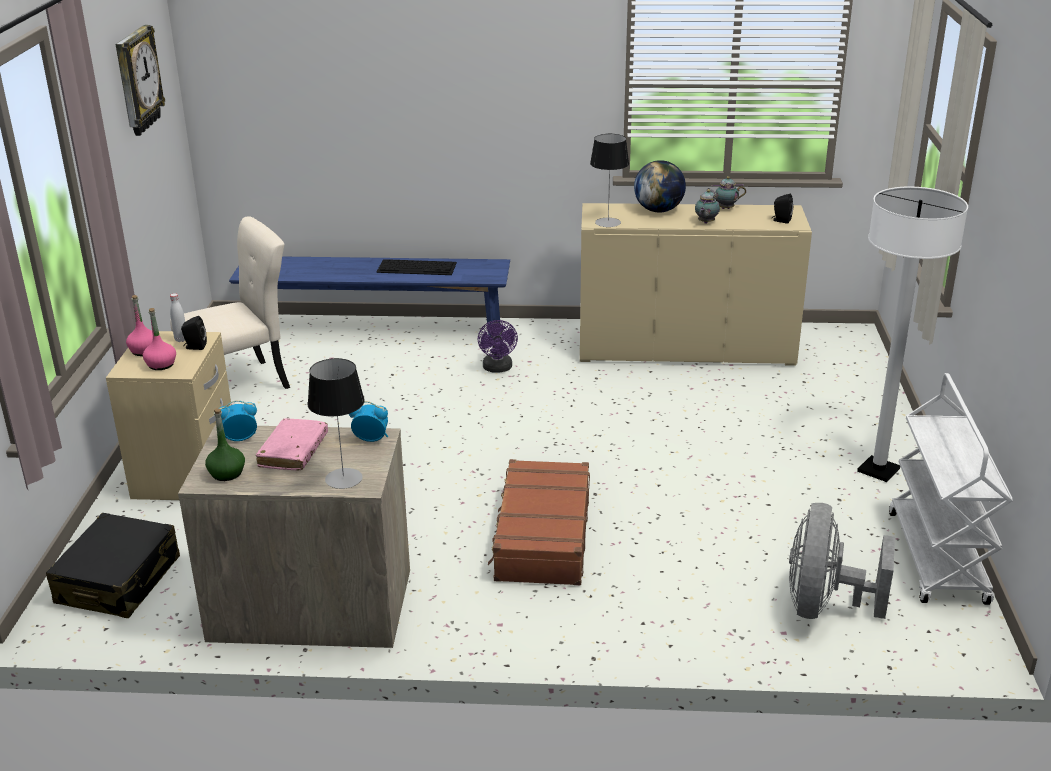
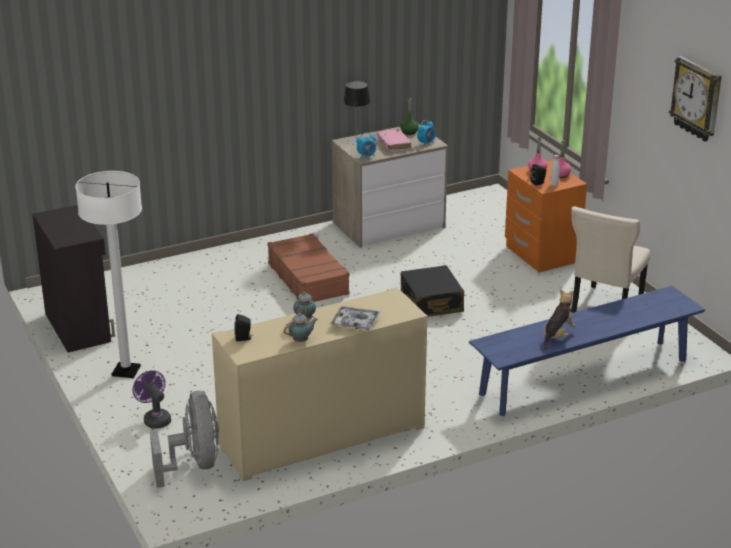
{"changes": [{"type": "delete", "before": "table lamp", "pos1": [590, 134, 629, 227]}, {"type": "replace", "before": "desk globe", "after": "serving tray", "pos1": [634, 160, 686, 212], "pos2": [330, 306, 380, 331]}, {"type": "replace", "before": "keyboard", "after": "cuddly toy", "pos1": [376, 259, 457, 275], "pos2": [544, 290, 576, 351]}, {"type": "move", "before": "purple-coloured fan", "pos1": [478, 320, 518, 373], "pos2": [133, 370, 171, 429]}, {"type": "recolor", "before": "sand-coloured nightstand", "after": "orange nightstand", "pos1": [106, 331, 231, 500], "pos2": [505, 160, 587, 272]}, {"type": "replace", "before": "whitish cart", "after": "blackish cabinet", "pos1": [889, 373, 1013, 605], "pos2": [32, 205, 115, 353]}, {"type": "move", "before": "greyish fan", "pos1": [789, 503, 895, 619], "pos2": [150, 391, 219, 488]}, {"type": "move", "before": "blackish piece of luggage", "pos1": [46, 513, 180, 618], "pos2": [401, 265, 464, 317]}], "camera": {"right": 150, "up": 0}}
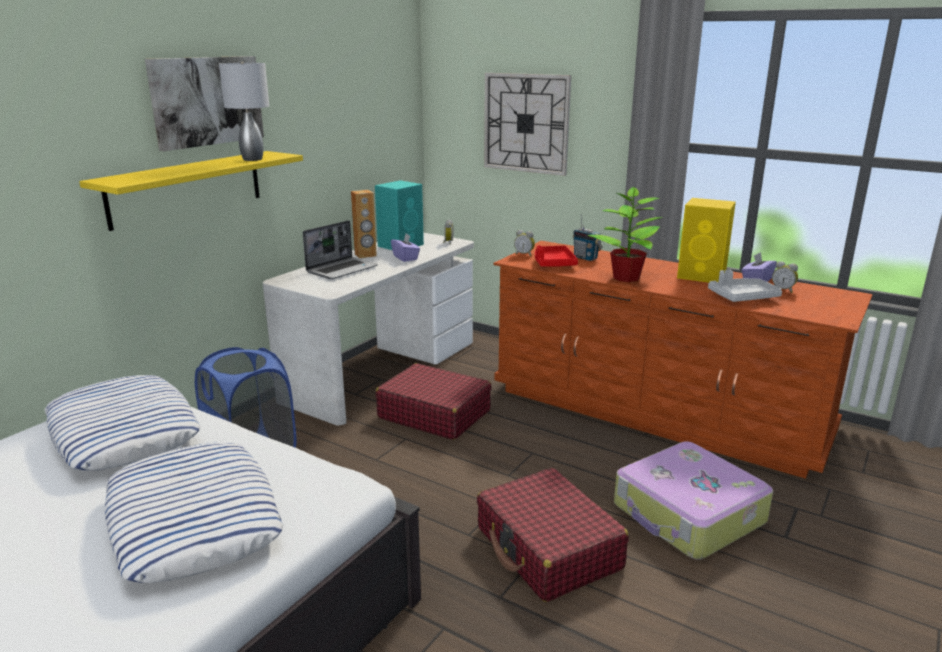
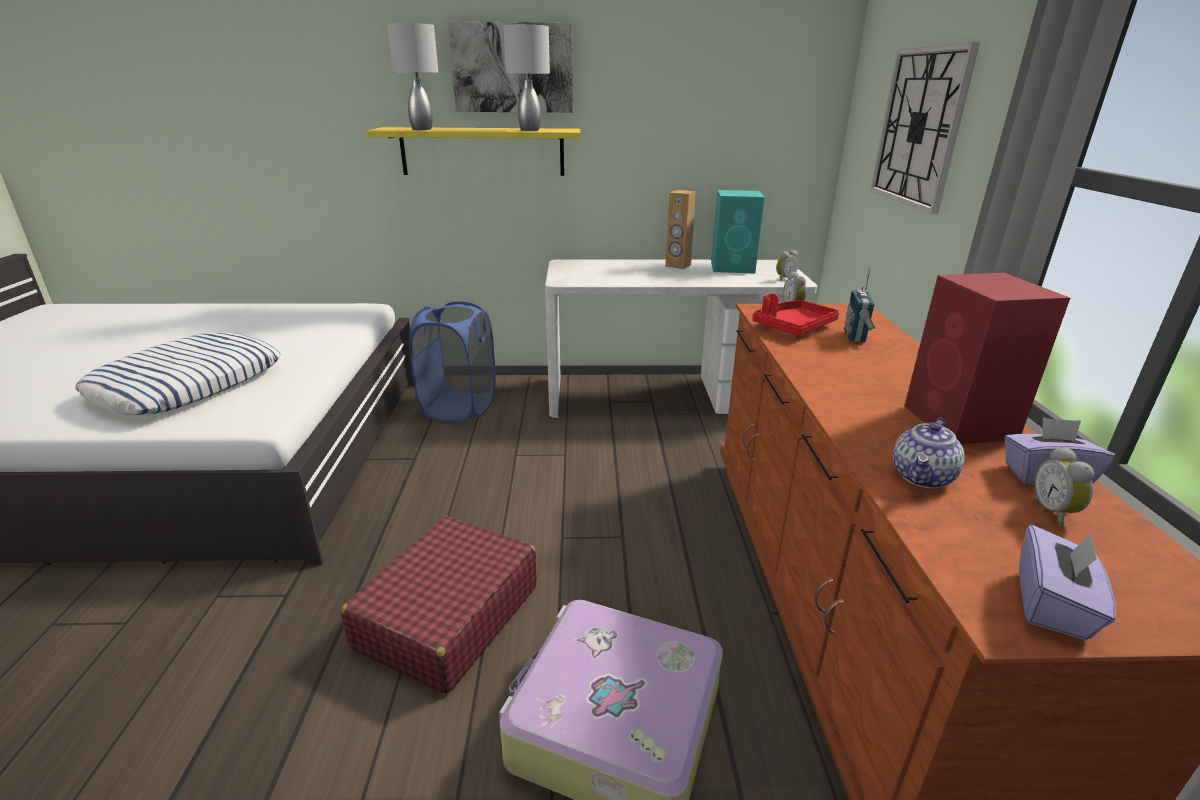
{"changes": [{"type": "delete", "before": "houseplant", "pos1": [587, 187, 663, 282]}, {"type": "recolor", "before": "yellow-coloured speaker", "after": "red-coloured speaker", "pos1": [677, 198, 736, 283], "pos2": [904, 273, 1070, 444]}, {"type": "delete", "before": "notebook computer", "pos1": [303, 220, 378, 279]}, {"type": "move", "before": "purple-coloured tissue box", "pos1": [391, 234, 420, 262], "pos2": [1019, 525, 1116, 640]}, {"type": "replace", "before": "greyish serving tray", "after": "tea pot", "pos1": [708, 270, 782, 302], "pos2": [893, 417, 965, 489]}, {"type": "delete", "before": "red-coloured piece of luggage", "pos1": [376, 363, 492, 440]}, {"type": "delete", "before": "cushion", "pos1": [44, 375, 200, 470]}, {"type": "insert", "after": "greyish table lamp", "pos2": [387, 23, 438, 130]}], "camera": {"right": 55, "up": 5}}
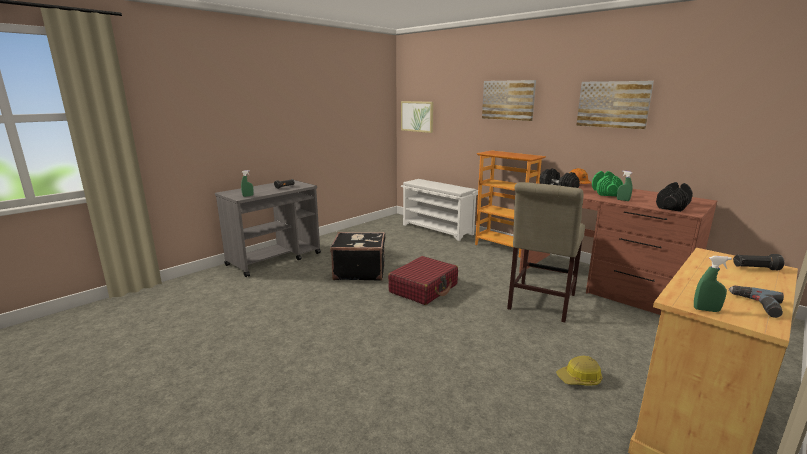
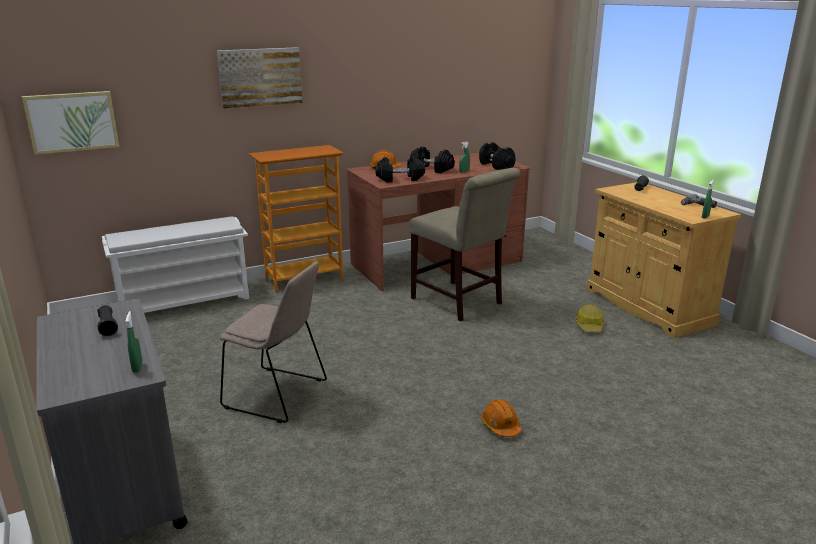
{"changes": [{"type": "delete", "before": "wall picture", "pos1": [576, 81, 654, 129]}, {"type": "recolor", "before": "greenish hand weight", "after": "blackish hand weight", "pos1": [592, 171, 623, 196], "pos2": [410, 146, 455, 173]}, {"type": "replace", "before": "blackish piece of luggage", "after": "sand-coloured upright chair", "pos1": [330, 232, 386, 281], "pos2": [219, 261, 327, 423]}, {"type": "delete", "before": "red-coloured piece of luggage", "pos1": [388, 256, 458, 305]}, {"type": "insert", "after": "orange safety helmet", "pos2": [481, 399, 522, 437]}], "camera": {"right": -70, "up": 5}}
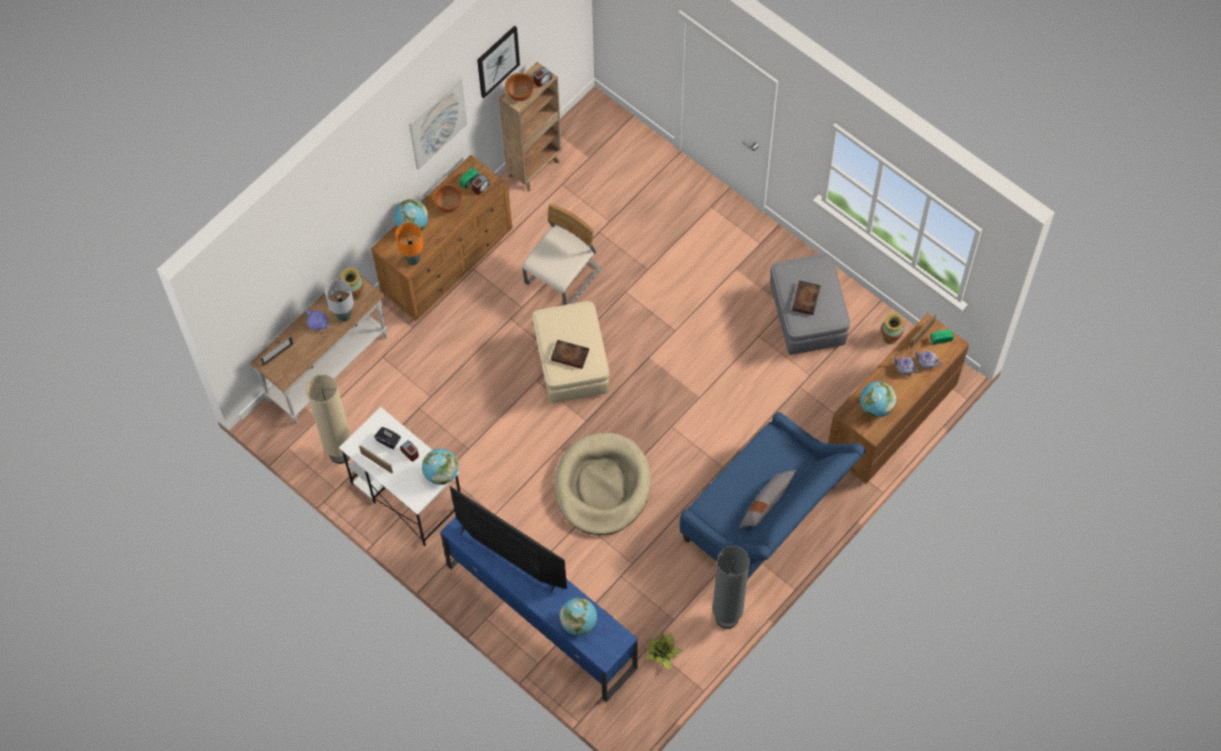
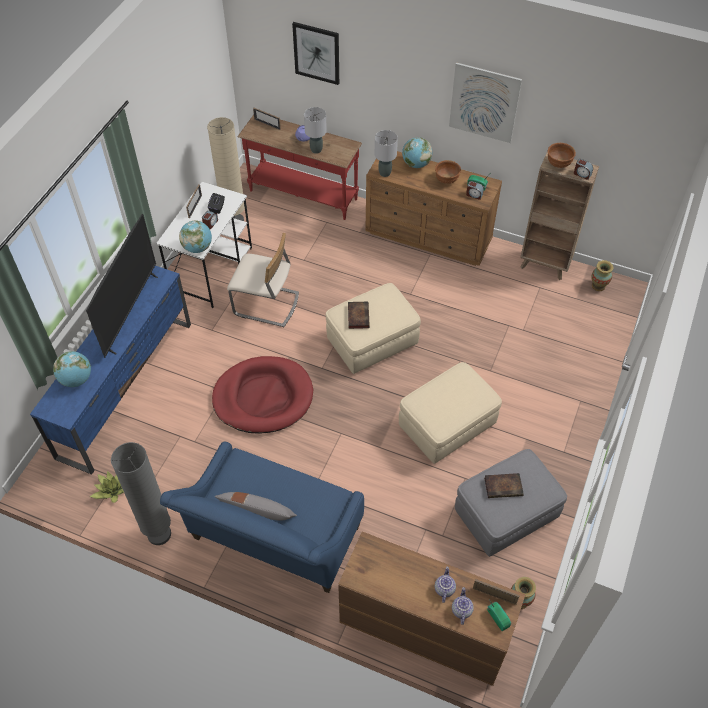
{"changes": [{"type": "move", "before": "wall picture", "pos1": [477, 25, 520, 98], "pos2": [292, 22, 339, 85]}, {"type": "move", "before": "sand-coloured upright chair", "pos1": [522, 204, 601, 305], "pos2": [227, 233, 299, 327]}, {"type": "recolor", "before": "orange table lamp", "after": "greyish table lamp", "pos1": [396, 223, 423, 265], "pos2": [375, 130, 398, 177]}, {"type": "move", "before": "flower vase", "pos1": [340, 268, 364, 300], "pos2": [592, 260, 613, 291]}, {"type": "recolor", "before": "whitish console table", "after": "red-coloured console table", "pos1": [250, 275, 388, 425], "pos2": [237, 115, 362, 220]}, {"type": "delete", "before": "desk globe", "pos1": [860, 381, 896, 417]}, {"type": "recolor", "before": "sand-coloured dog bed", "after": "red-coloured dog bed", "pos1": [554, 433, 651, 535], "pos2": [212, 356, 313, 434]}, {"type": "insert", "after": "sand-coloured pouffe", "pos2": [399, 362, 502, 464]}], "camera": {"right": 70, "up": -10}}
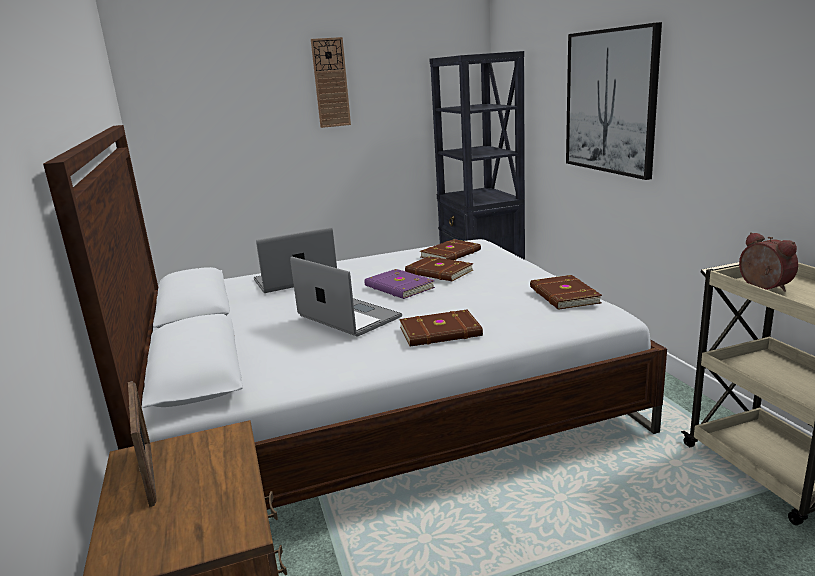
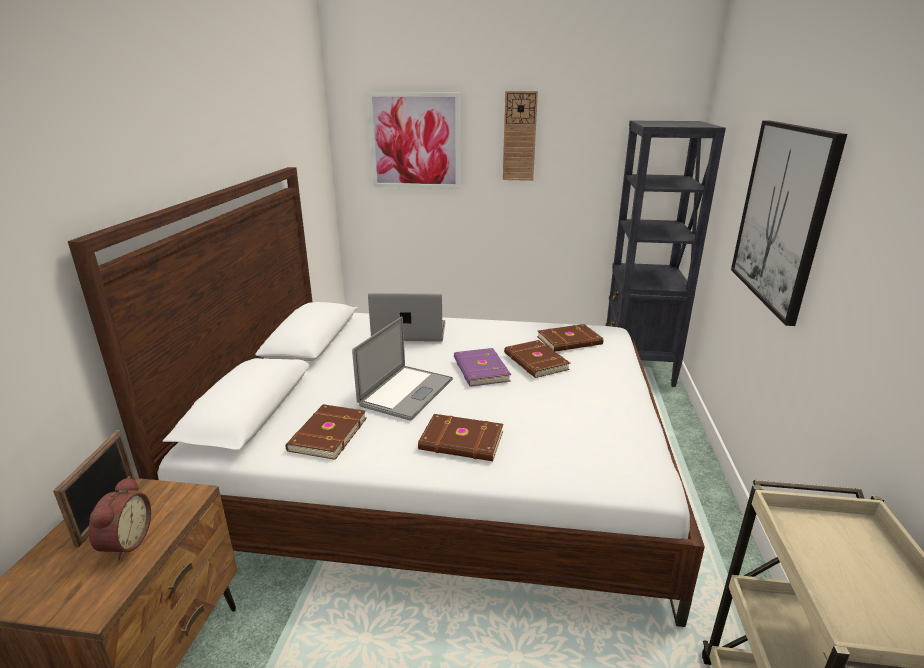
{"changes": [{"type": "move", "before": "alarm clock", "pos1": [739, 232, 798, 292], "pos2": [88, 476, 151, 561]}, {"type": "rotate", "before": "notebook computer", "pos1": [290, 257, 402, 337], "pos2": [352, 316, 453, 420], "turn": 45}, {"type": "move", "before": "brown volume", "pos1": [530, 275, 602, 310], "pos2": [286, 404, 367, 460]}, {"type": "insert", "after": "wall picture", "pos2": [367, 92, 460, 189]}], "camera": {"right": 25, "up": 5}}
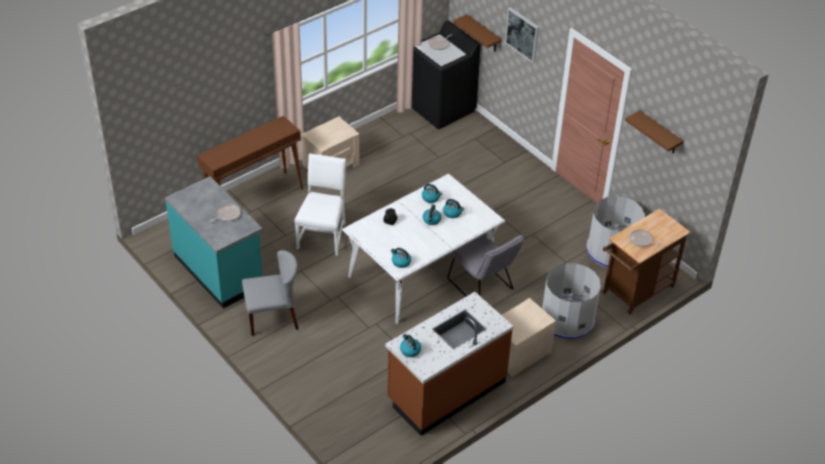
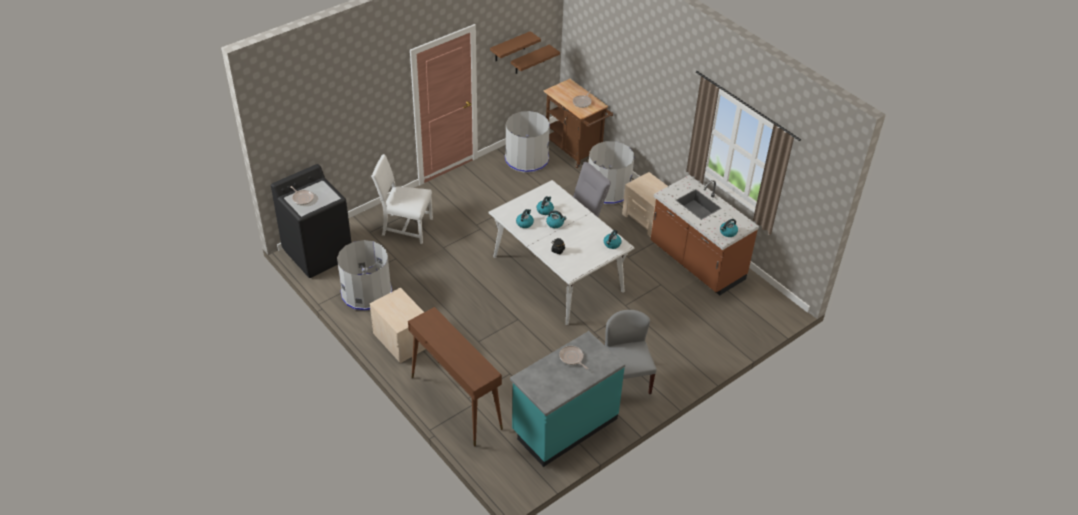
{"changes": [{"type": "delete", "before": "wall picture", "pos1": [505, 7, 539, 63]}, {"type": "move", "before": "brown shelf", "pos1": [453, 14, 502, 51], "pos2": [511, 44, 560, 74]}, {"type": "move", "before": "whitish upright chair", "pos1": [295, 153, 346, 256], "pos2": [371, 154, 433, 244]}, {"type": "insert", "after": "greyish waste bin", "pos2": [337, 240, 392, 311]}], "camera": {"right": -90, "up": 0}}
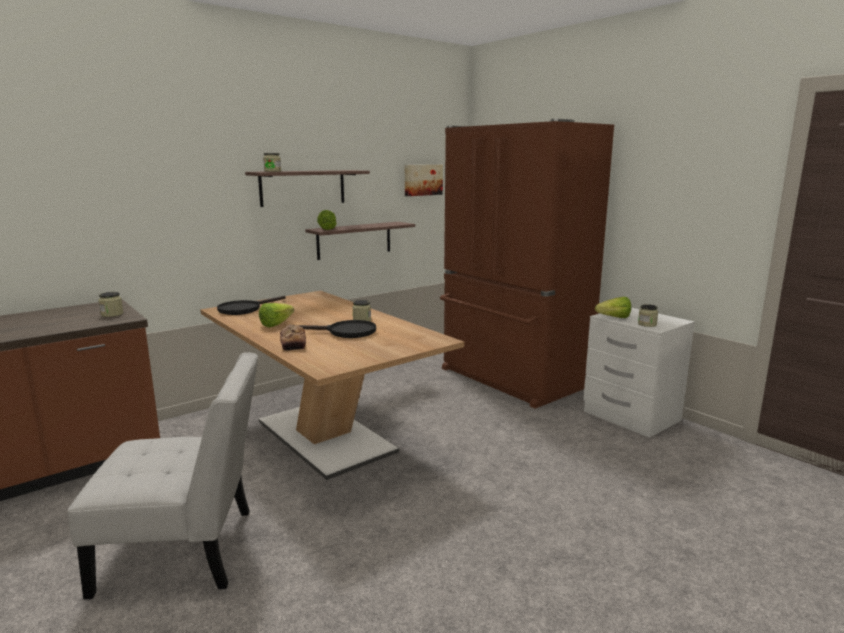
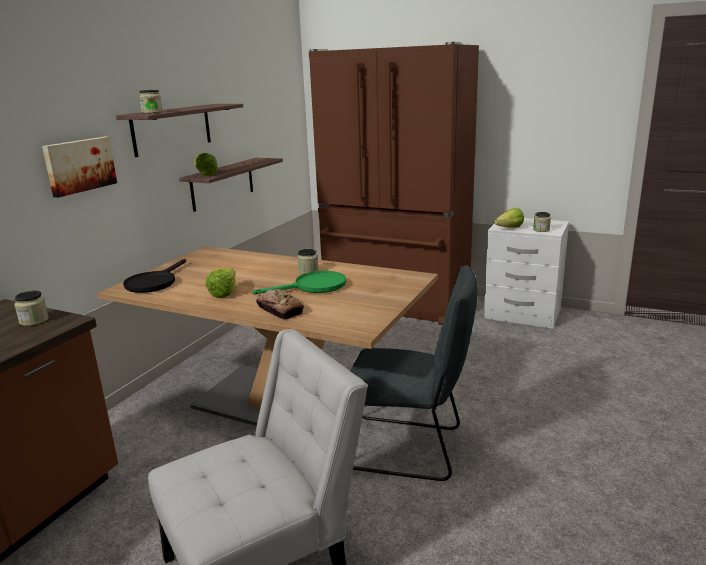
{"changes": [{"type": "move", "before": "wall picture", "pos1": [405, 165, 443, 196], "pos2": [42, 137, 117, 198]}, {"type": "recolor", "before": "blackish skillet", "after": "greenish skillet", "pos1": [293, 320, 376, 338], "pos2": [252, 271, 346, 294]}, {"type": "insert", "after": "greyish upright chair", "pos2": [350, 265, 478, 481]}], "camera": {"right": -25, "up": 5}}
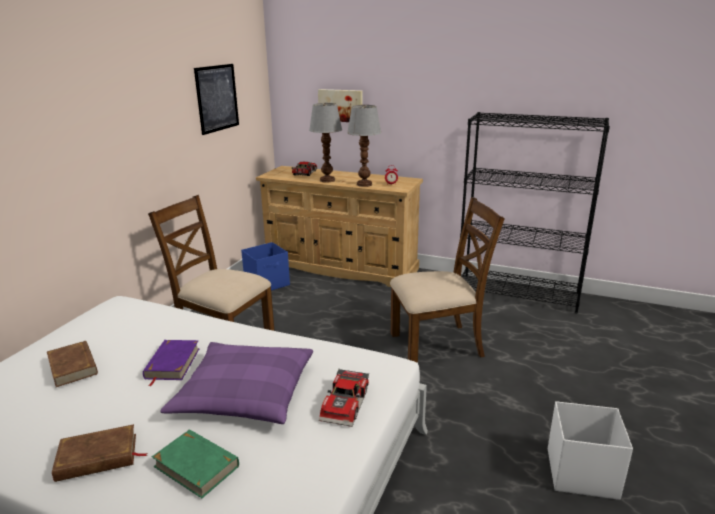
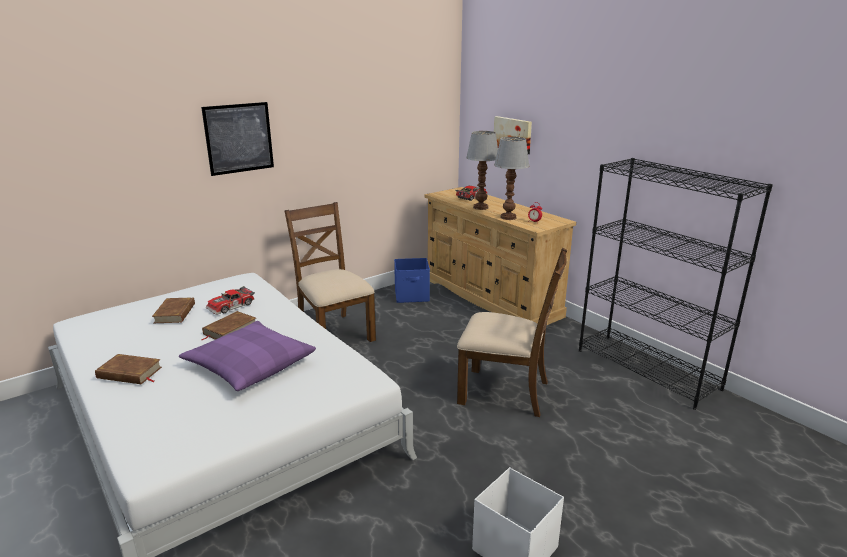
{"changes": [{"type": "move", "before": "wall picture", "pos1": [194, 64, 239, 135], "pos2": [201, 102, 274, 176]}, {"type": "recolor", "before": "purple-coloured volume", "after": "brown volume", "pos1": [143, 340, 200, 386], "pos2": [201, 311, 256, 340]}, {"type": "move", "before": "model car", "pos1": [319, 369, 369, 427], "pos2": [205, 286, 255, 315]}, {"type": "delete", "before": "greenish volume", "pos1": [152, 429, 239, 498]}], "camera": {"right": 30, "up": 0}}
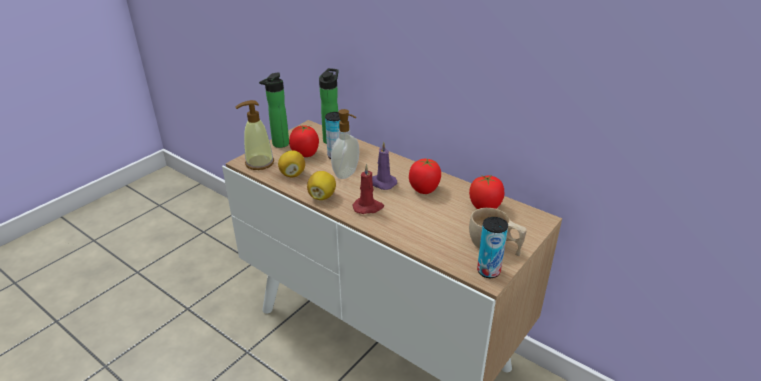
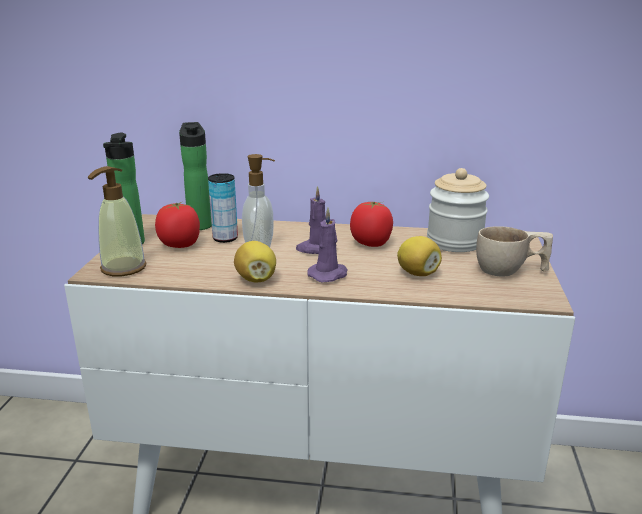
{"changes": [{"type": "move", "before": "lemon", "pos1": [278, 150, 305, 178], "pos2": [397, 236, 442, 276]}, {"type": "recolor", "before": "red-coloured wax candle", "after": "purple-coloured wax candle", "pos1": [353, 164, 384, 214], "pos2": [307, 207, 348, 282]}, {"type": "replace", "before": "tomato", "after": "preserve jar", "pos1": [469, 175, 505, 209], "pos2": [427, 168, 489, 252]}, {"type": "delete", "before": "can", "pos1": [477, 217, 508, 278]}], "camera": {"right": -30, "up": -10}}
